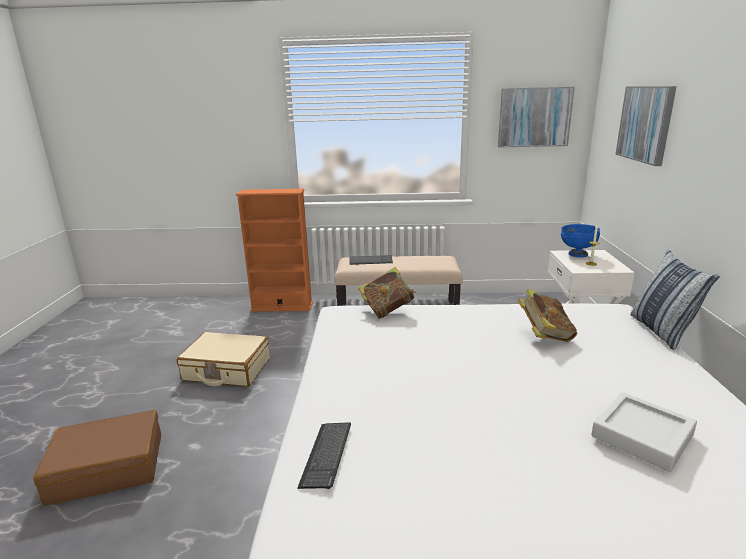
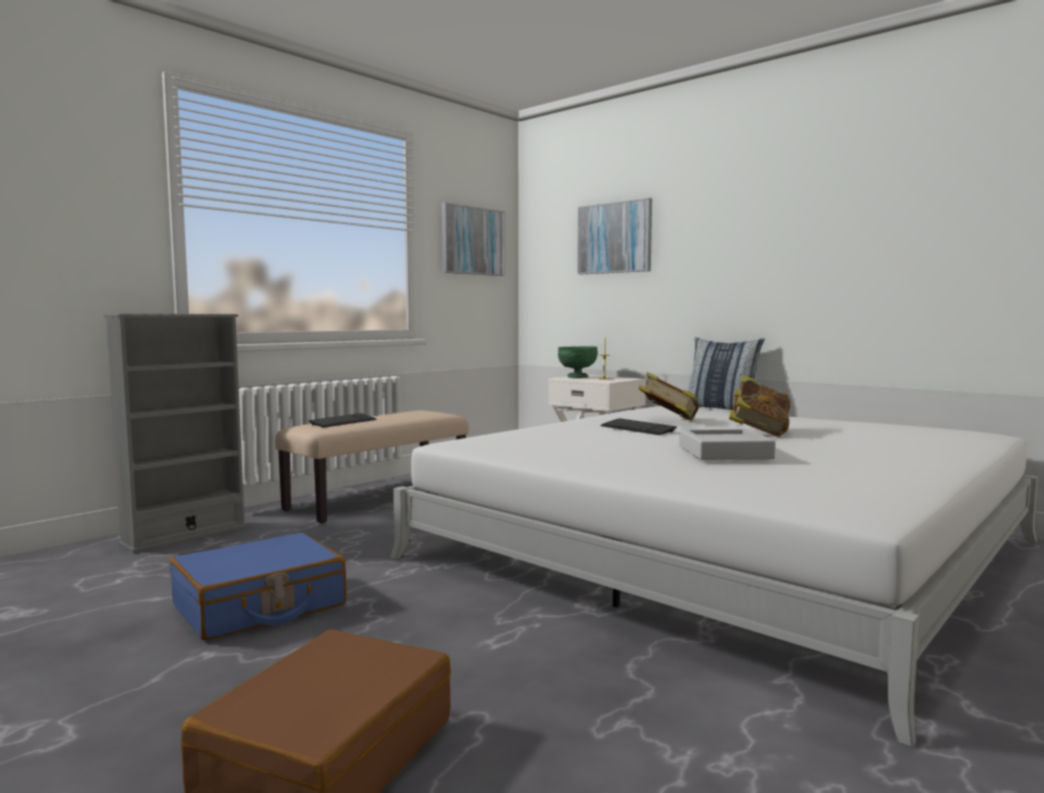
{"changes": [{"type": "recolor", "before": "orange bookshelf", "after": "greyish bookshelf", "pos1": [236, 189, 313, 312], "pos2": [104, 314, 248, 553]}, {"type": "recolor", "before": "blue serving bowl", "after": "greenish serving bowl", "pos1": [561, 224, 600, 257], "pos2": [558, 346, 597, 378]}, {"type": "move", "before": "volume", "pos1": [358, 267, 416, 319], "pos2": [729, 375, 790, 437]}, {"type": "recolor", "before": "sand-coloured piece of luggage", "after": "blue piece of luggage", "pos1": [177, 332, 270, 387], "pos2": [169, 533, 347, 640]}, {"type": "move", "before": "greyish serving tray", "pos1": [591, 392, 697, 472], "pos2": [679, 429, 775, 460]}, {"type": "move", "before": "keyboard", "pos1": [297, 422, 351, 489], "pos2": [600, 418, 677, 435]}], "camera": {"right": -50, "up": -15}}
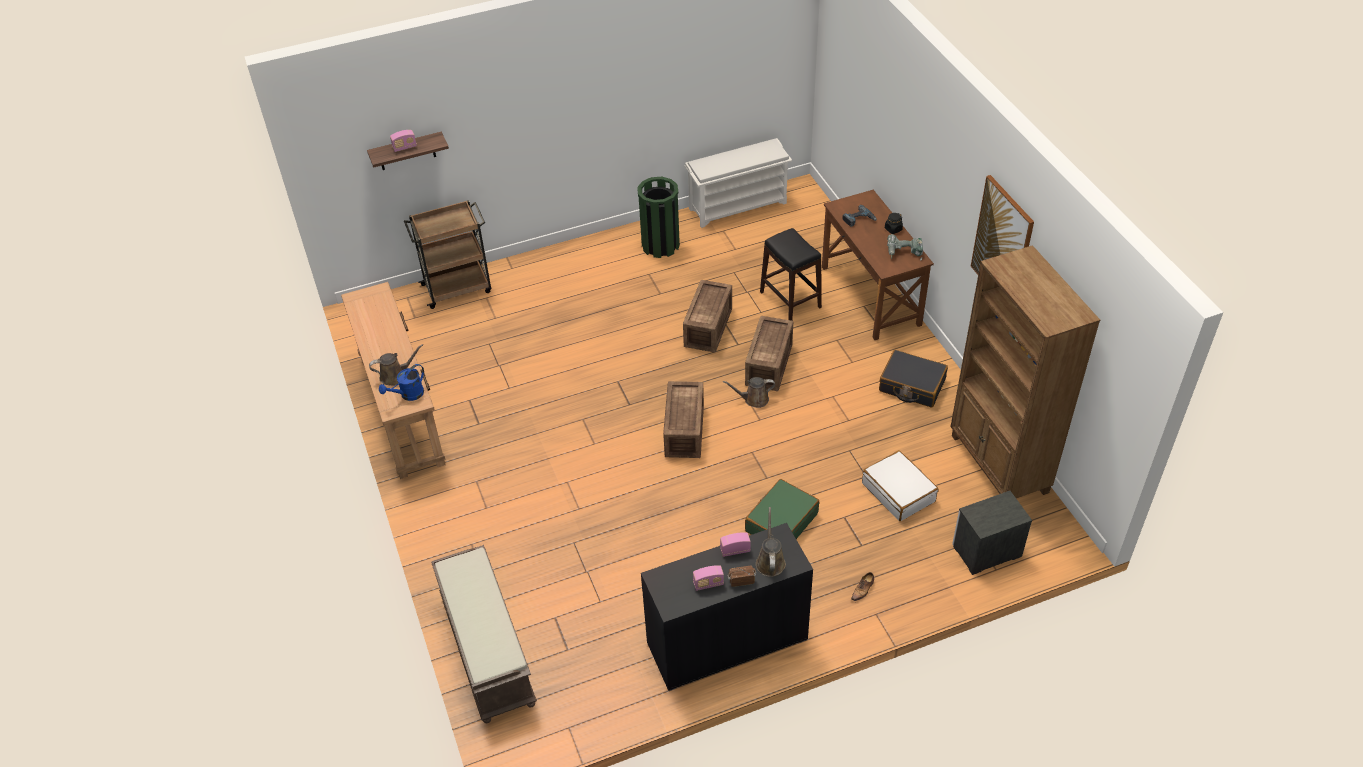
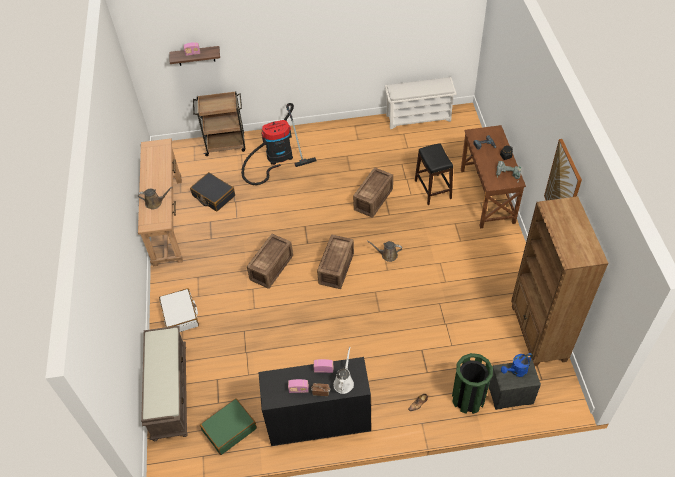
{"changes": [{"type": "move", "before": "greenish waste bin", "pos1": [637, 177, 680, 258], "pos2": [452, 353, 493, 414]}, {"type": "move", "before": "shipping crate", "pos1": [745, 316, 793, 391], "pos2": [247, 234, 293, 289]}, {"type": "move", "before": "blackish piece of luggage", "pos1": [879, 350, 948, 408], "pos2": [190, 172, 235, 212]}, {"type": "move", "before": "blue watering pot", "pos1": [379, 364, 424, 401], "pos2": [501, 353, 533, 377]}, {"type": "move", "before": "whitish piece of luggage", "pos1": [862, 450, 938, 521], "pos2": [159, 288, 199, 332]}, {"type": "move", "before": "greenish piece of luggage", "pos1": [745, 479, 819, 539], "pos2": [200, 398, 257, 455]}, {"type": "recolor", "before": "brown watering pot", "after": "whitish watering pot", "pos1": [756, 507, 786, 577], "pos2": [333, 347, 354, 394]}, {"type": "insert", "after": "hoover", "pos2": [241, 103, 316, 185]}], "camera": {"right": 15, "up": 5}}
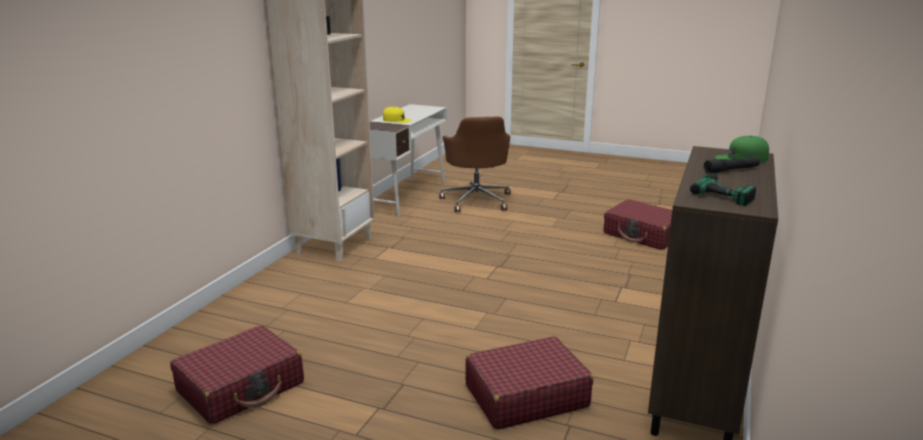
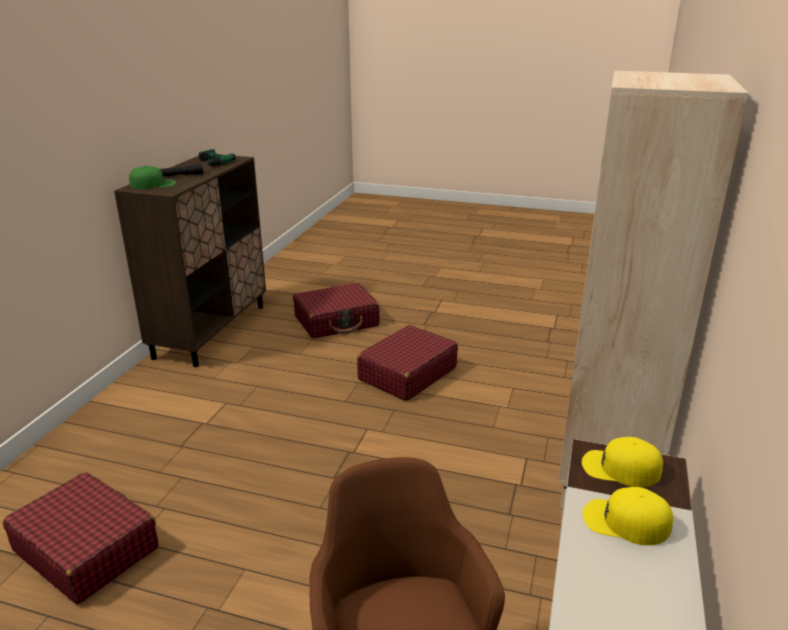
{"changes": [{"type": "move", "before": "red-coloured piece of luggage", "pos1": [170, 325, 304, 425], "pos2": [357, 325, 458, 401]}, {"type": "insert", "after": "yellow-coloured cap", "pos2": [582, 437, 663, 487]}], "camera": {"right": 175, "up": 5}}
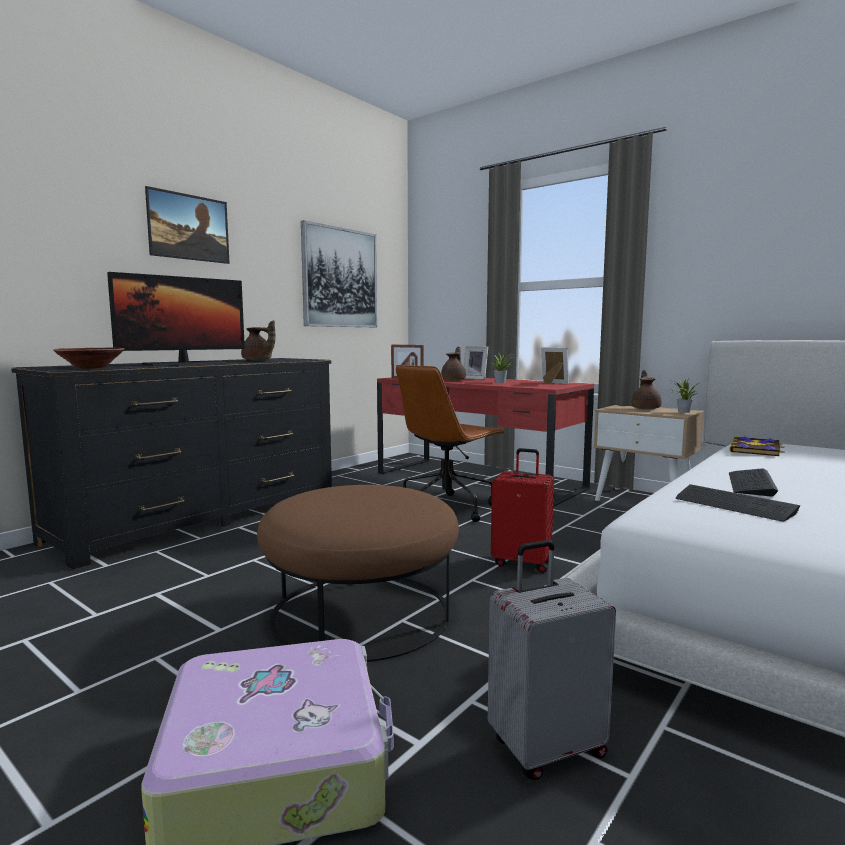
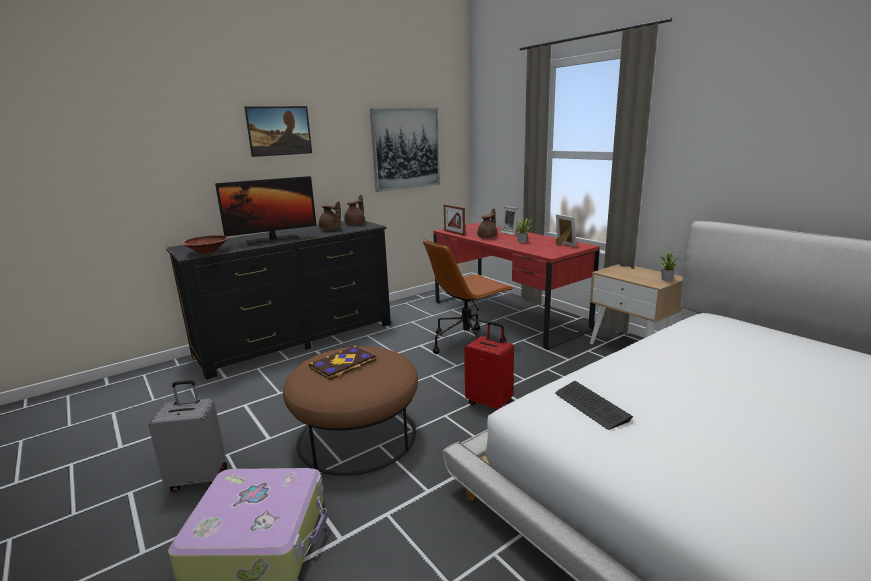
{"changes": [{"type": "move", "before": "brown tea pot", "pos1": [632, 370, 661, 410], "pos2": [344, 195, 365, 225]}, {"type": "move", "before": "volume", "pos1": [730, 436, 785, 456], "pos2": [309, 346, 376, 380]}, {"type": "delete", "before": "keyboard", "pos1": [729, 468, 778, 497]}, {"type": "move", "before": "greyish piece of luggage", "pos1": [488, 540, 616, 780], "pos2": [148, 380, 227, 492]}], "camera": {"right": 15, "up": 10}}
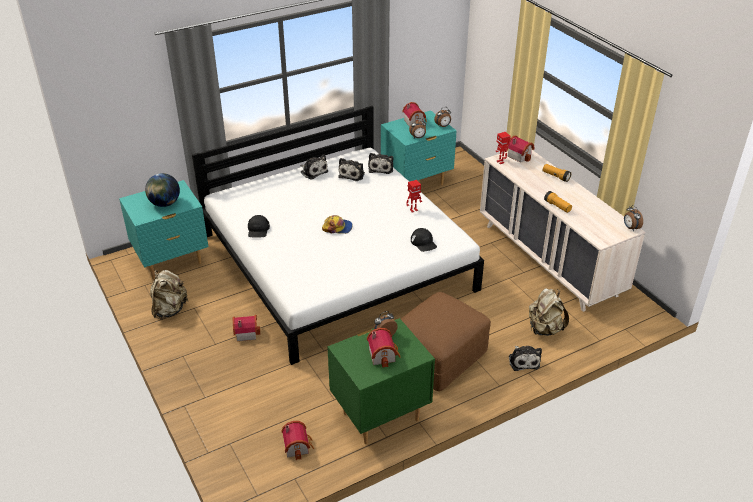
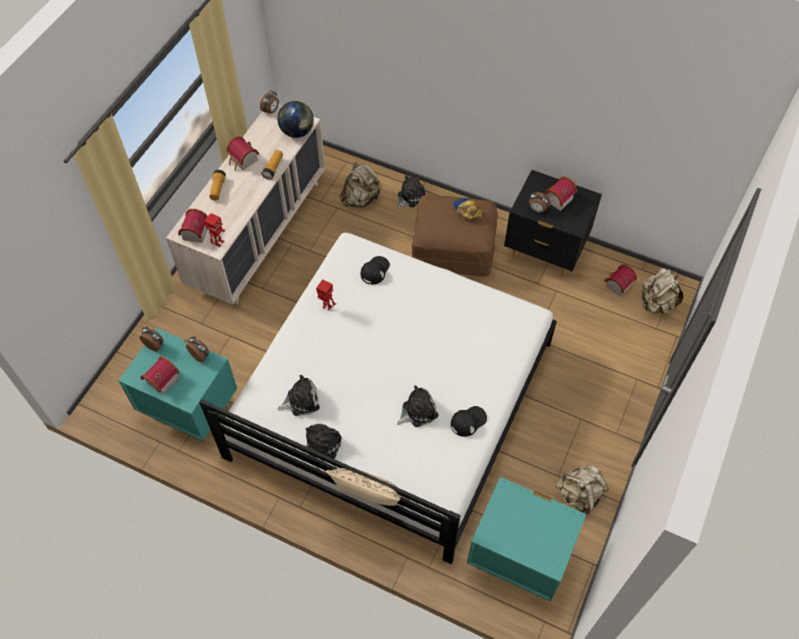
{"changes": [{"type": "move", "before": "cuddly toy", "pos1": [368, 153, 393, 174], "pos2": [397, 386, 438, 427]}, {"type": "move", "before": "desk globe", "pos1": [145, 173, 180, 207], "pos2": [277, 101, 314, 138]}, {"type": "move", "before": "cap", "pos1": [322, 215, 353, 234], "pos2": [453, 198, 482, 220]}, {"type": "move", "before": "miniature house", "pos1": [233, 315, 260, 341], "pos2": [226, 136, 259, 171]}, {"type": "recolor", "before": "greenish nightstand", "after": "blackish nightstand", "pos1": [327, 318, 435, 444], "pos2": [504, 170, 602, 277]}, {"type": "insert", "after": "sand-coloured rucksack", "pos2": [642, 268, 684, 314]}, {"type": "insert", "after": "sand-coloured cushion", "pos2": [326, 468, 410, 506]}], "camera": {"right": -125, "up": 20}}
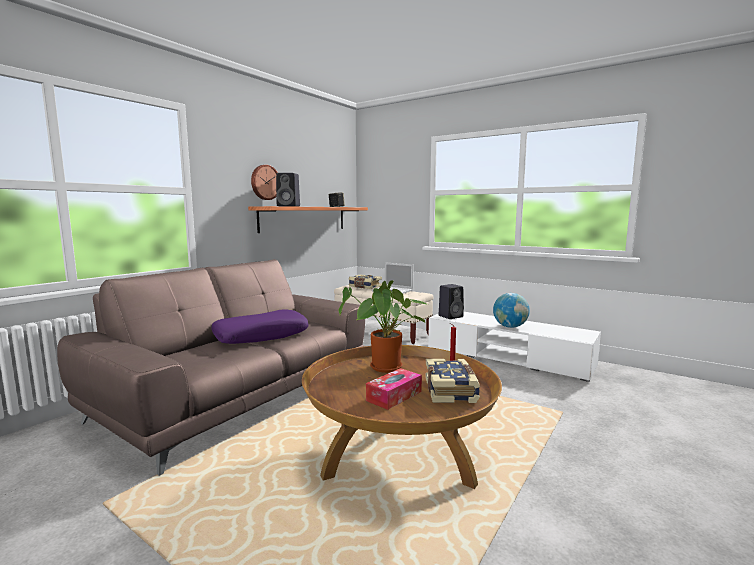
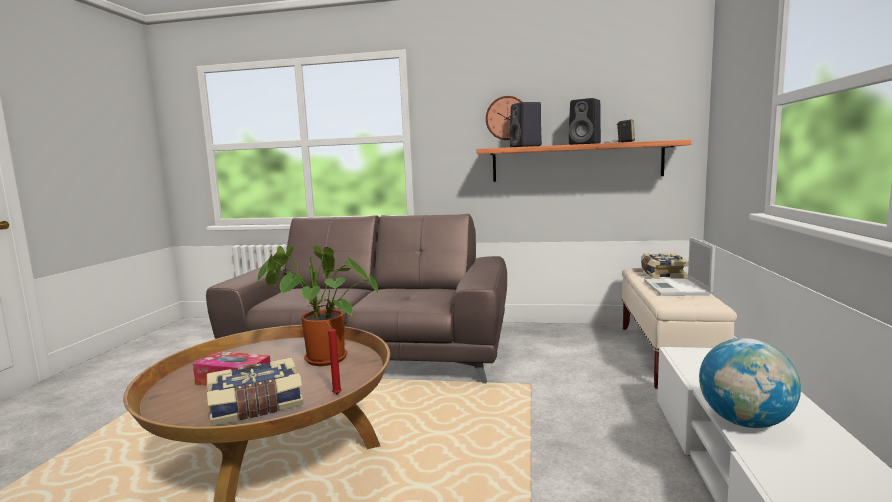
{"changes": [{"type": "move", "before": "blackish speaker", "pos1": [439, 284, 464, 319], "pos2": [569, 98, 601, 145]}, {"type": "delete", "before": "purple-coloured cushion", "pos1": [211, 309, 309, 344]}], "camera": {"right": 65, "up": 0}}
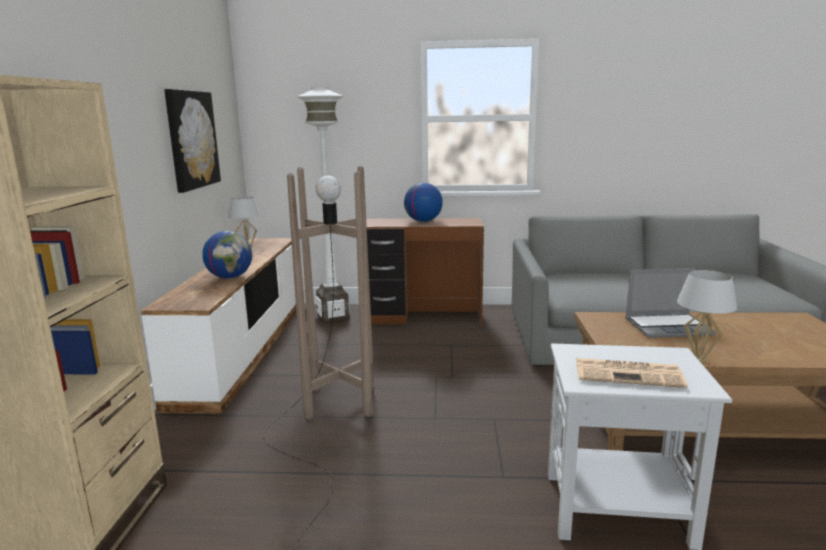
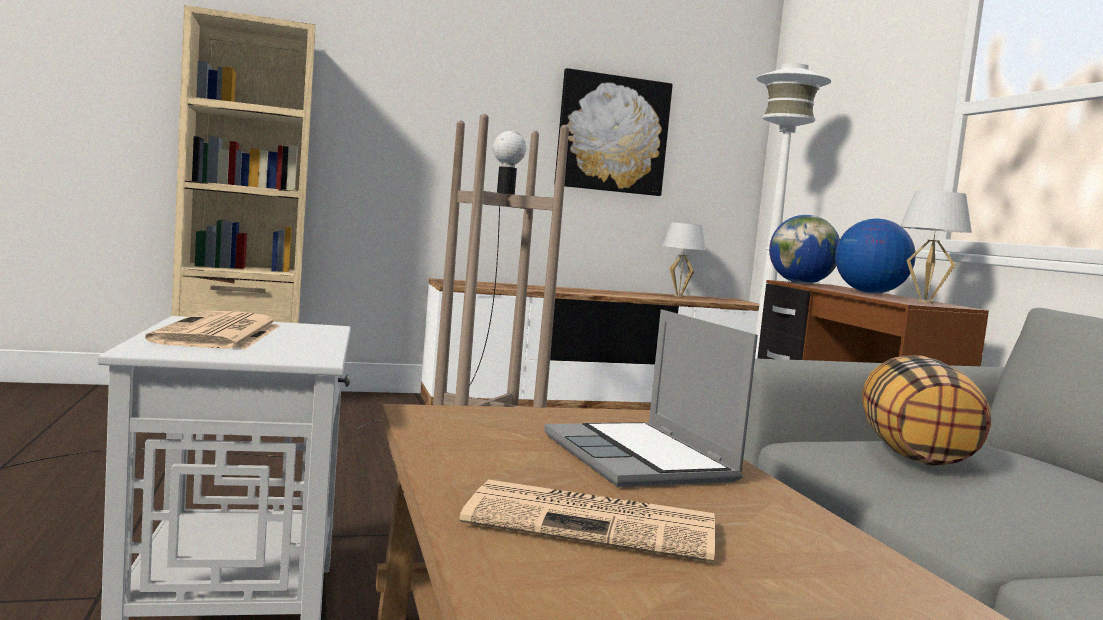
{"changes": [{"type": "move", "before": "desk globe", "pos1": [202, 231, 252, 279], "pos2": [769, 215, 840, 284]}, {"type": "move", "before": "whitish table lamp", "pos1": [677, 270, 738, 363], "pos2": [900, 191, 972, 304]}, {"type": "insert", "after": "cushion", "pos2": [862, 355, 991, 465]}, {"type": "insert", "after": "daily paper", "pos2": [460, 480, 715, 562]}], "camera": {"right": 70, "up": -10}}
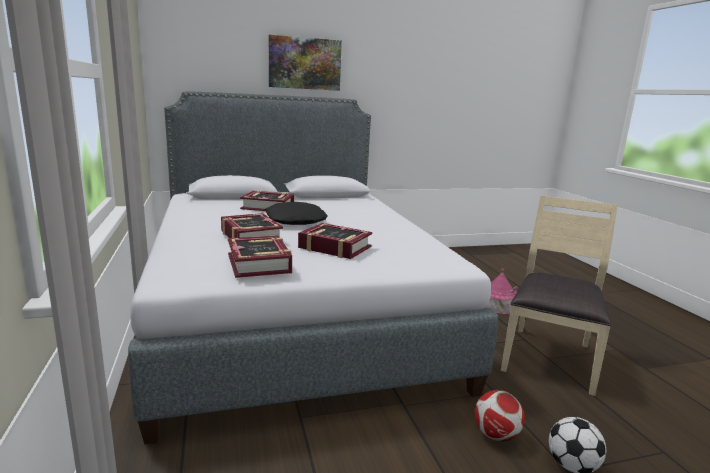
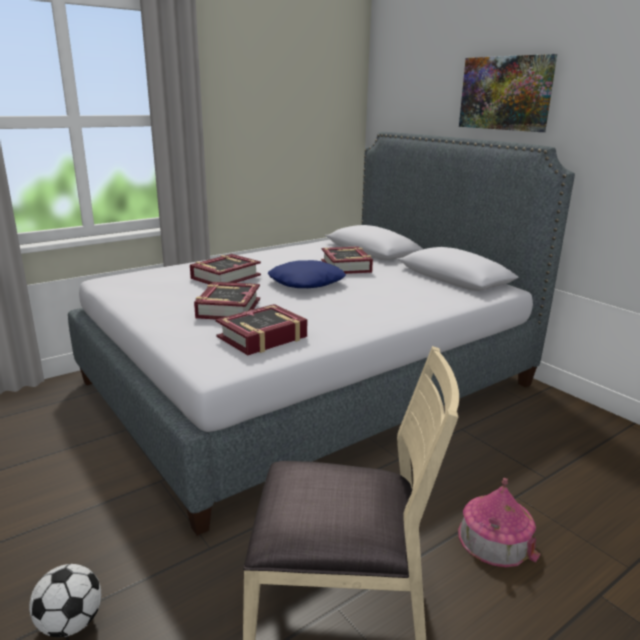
{"changes": [{"type": "recolor", "before": "blackish cushion", "after": "blue cushion", "pos1": [265, 202, 328, 225], "pos2": [268, 260, 346, 288]}, {"type": "move", "before": "volume", "pos1": [228, 235, 292, 278], "pos2": [216, 304, 307, 355]}, {"type": "delete", "before": "football ball", "pos1": [475, 390, 525, 441]}], "camera": {"right": 70, "up": 5}}
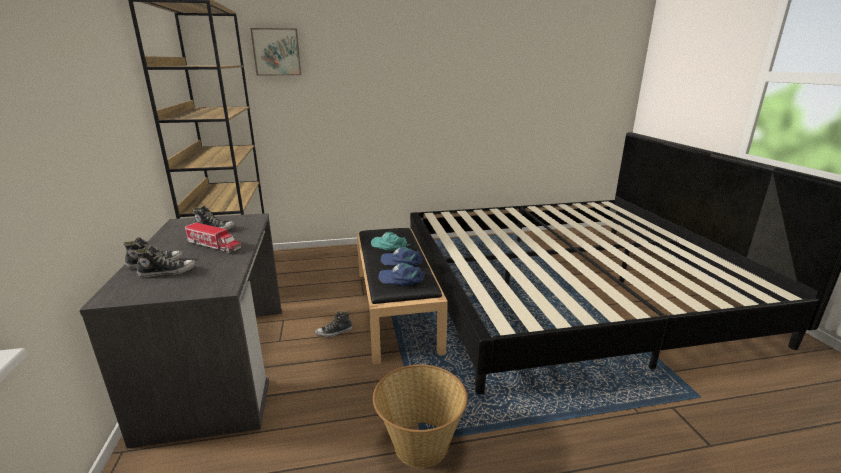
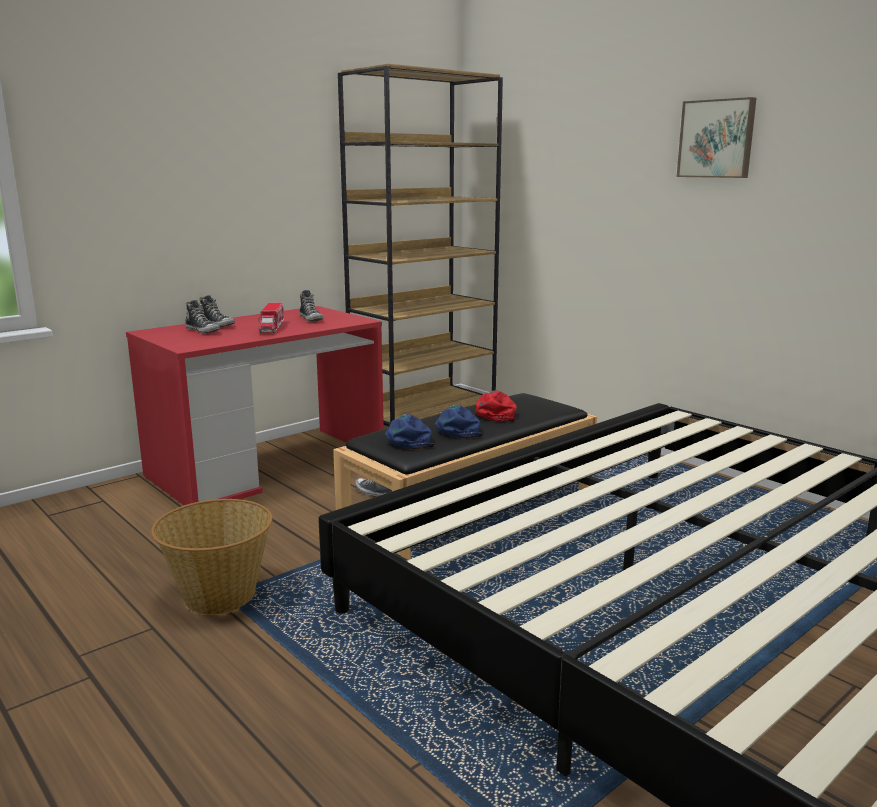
{"changes": [{"type": "move", "before": "wall picture", "pos1": [250, 28, 301, 75], "pos2": [677, 97, 756, 178]}, {"type": "recolor", "before": "greyish desk", "after": "red-coloured desk", "pos1": [79, 213, 282, 448], "pos2": [126, 306, 384, 505]}, {"type": "recolor", "before": "turquoise cap", "after": "red-coloured cap", "pos1": [371, 232, 410, 251], "pos2": [476, 390, 517, 422]}], "camera": {"right": 60, "up": -5}}
